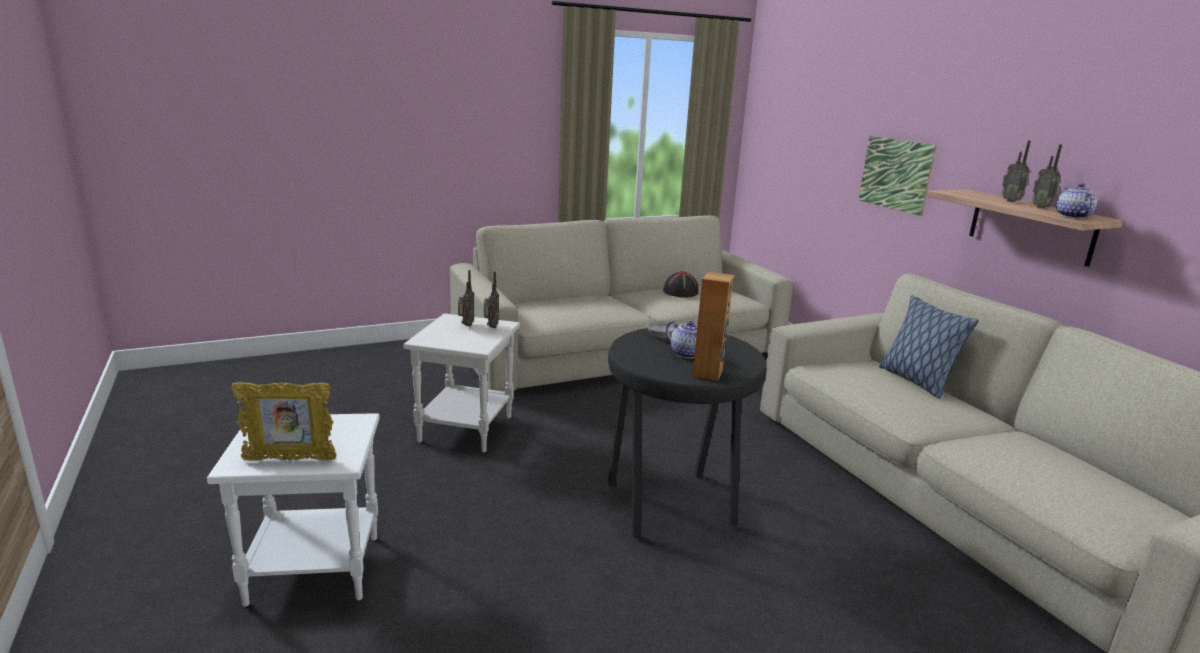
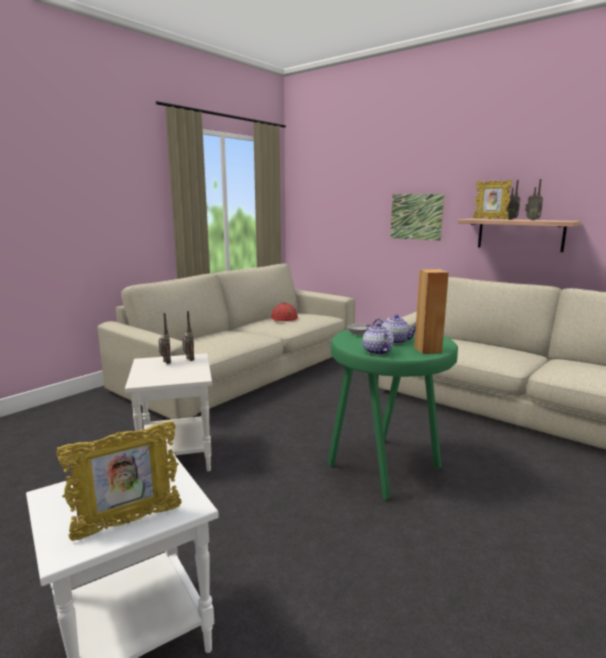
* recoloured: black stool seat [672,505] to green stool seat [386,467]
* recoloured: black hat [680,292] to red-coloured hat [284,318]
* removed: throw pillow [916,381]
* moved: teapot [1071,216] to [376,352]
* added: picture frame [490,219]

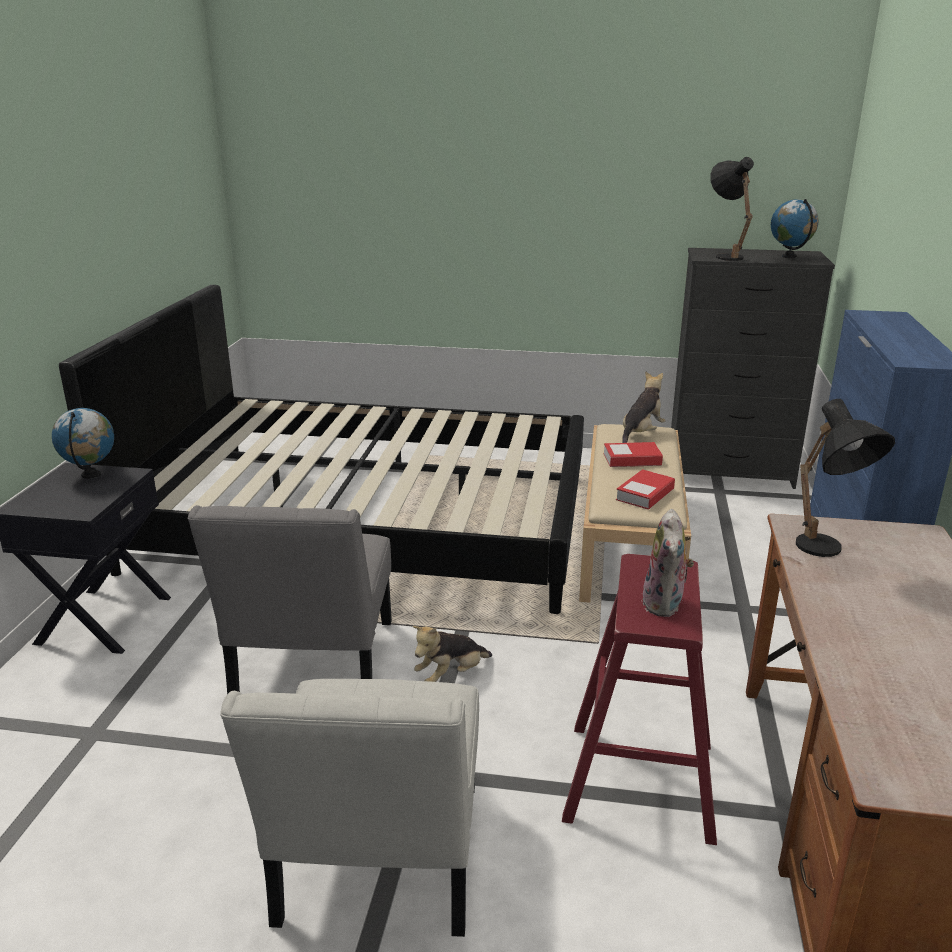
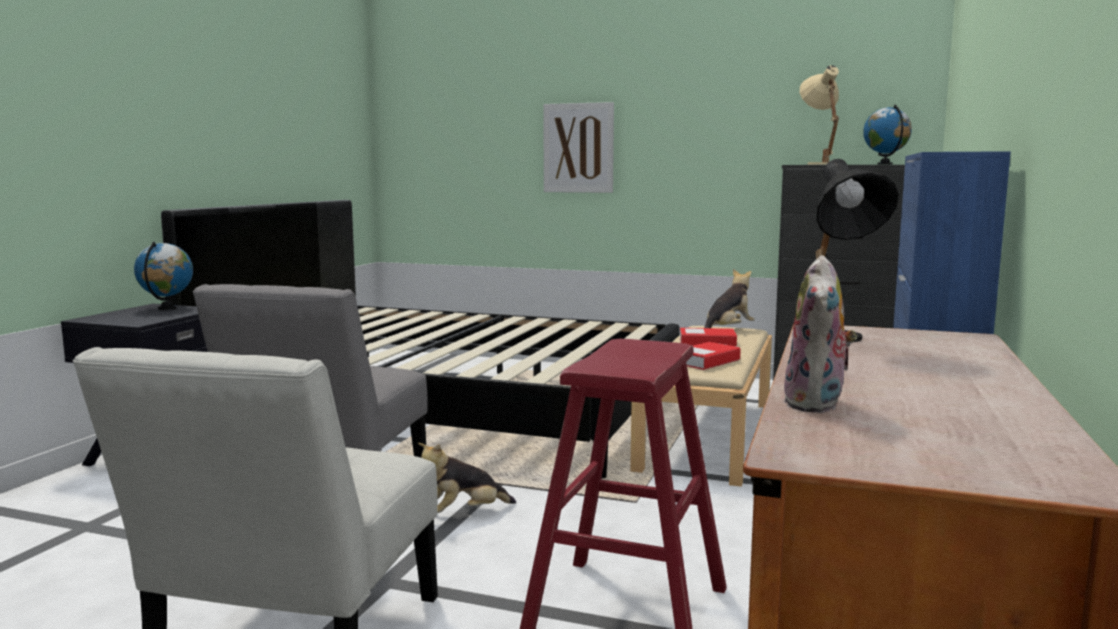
* moved: soft toy [665,605] to [817,404]
* recoloured: black tabletop lamp [726,256] to beige-coloured tabletop lamp [819,164]
* added: wall picture [578,148]

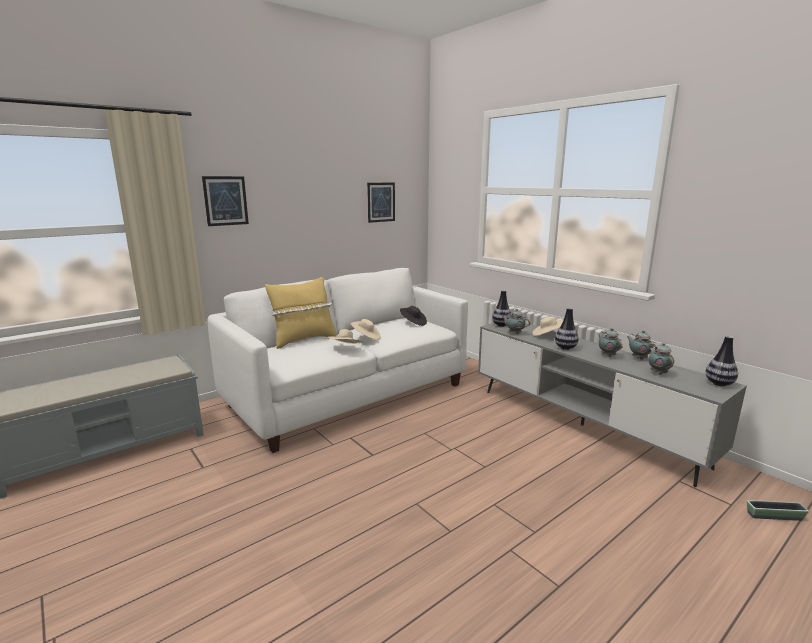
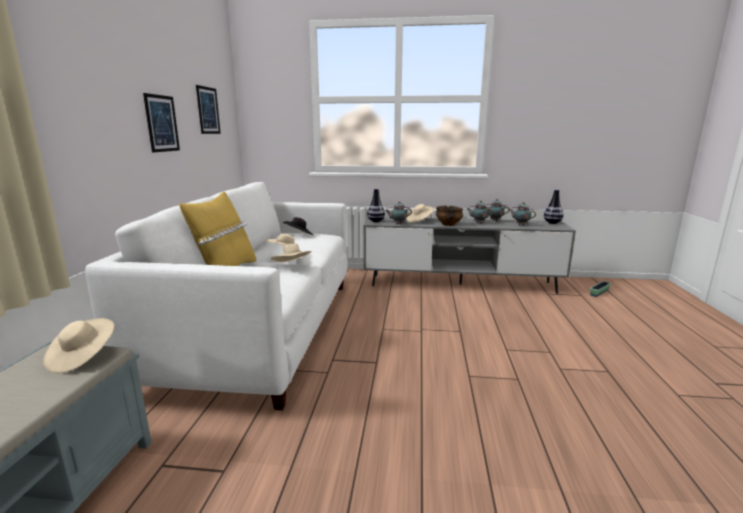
* moved: wall picture [225,201] to [162,123]
* replaced: flower vase [565,348] to bowl [448,224]
* added: beige-coloured hat [82,357]

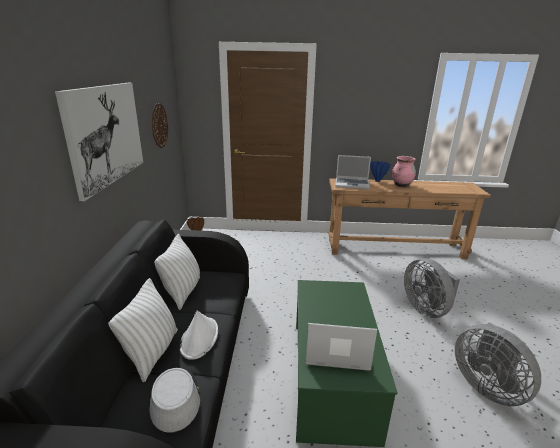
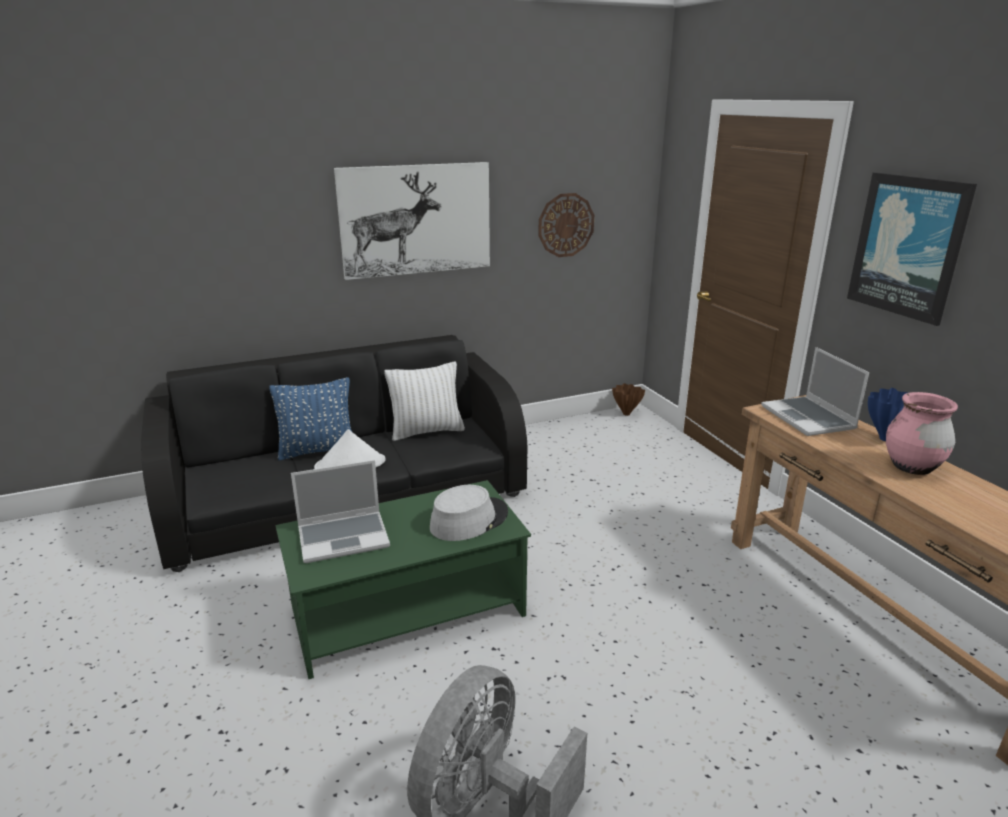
* recoloured: white throw pillow [152,353] to blue-coloured throw pillow [318,451]
* moved: gray hat [175,399] to [469,520]
* turned: laptop [336,352] = [344,537] 90 degrees clockwise
* removed: gray cooling fan [426,309]
* added: wall picture [908,246]

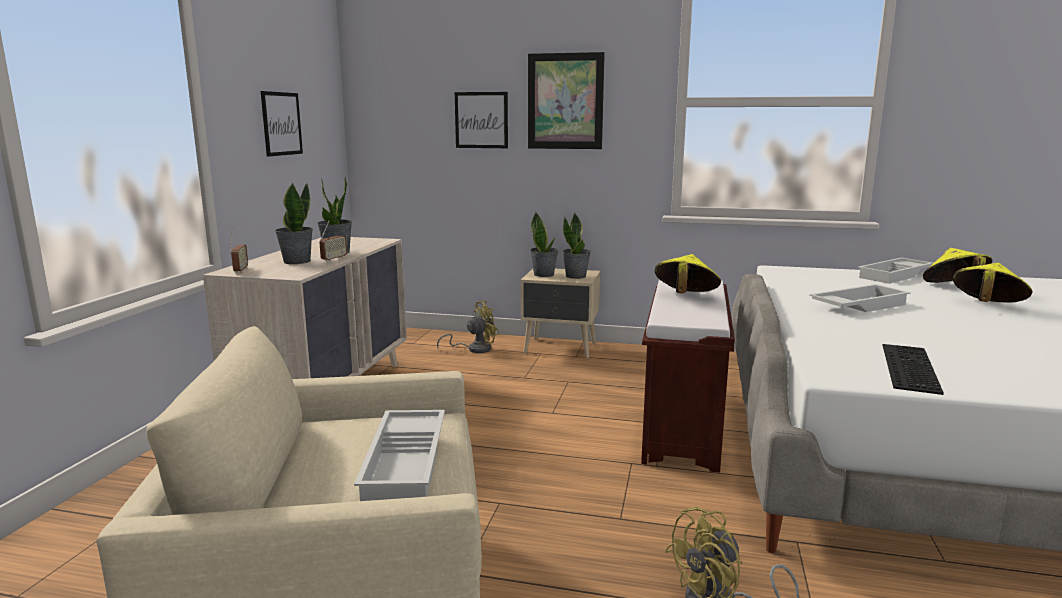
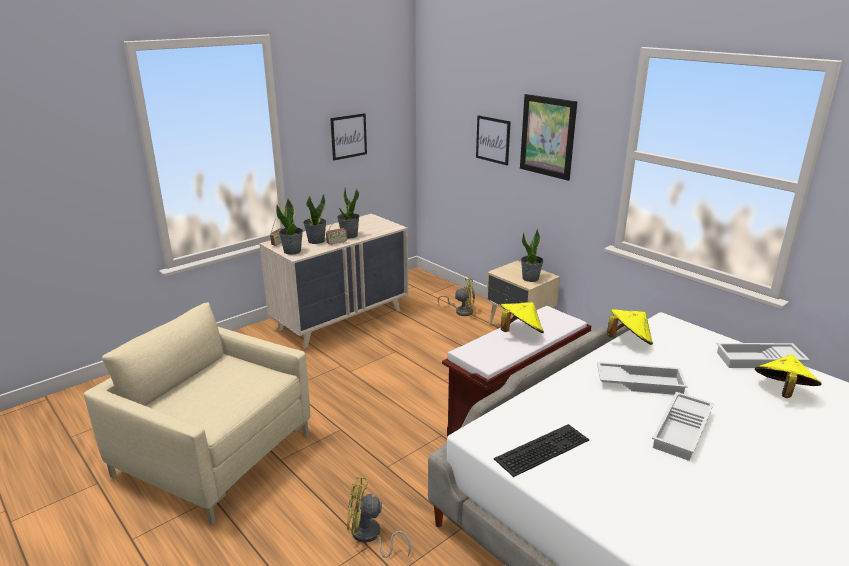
* moved: white carrying tray [407,463] to [683,431]
* moved: potted plant [544,274] to [292,251]
* moved: yellow-coloured hat [986,306] to [628,341]

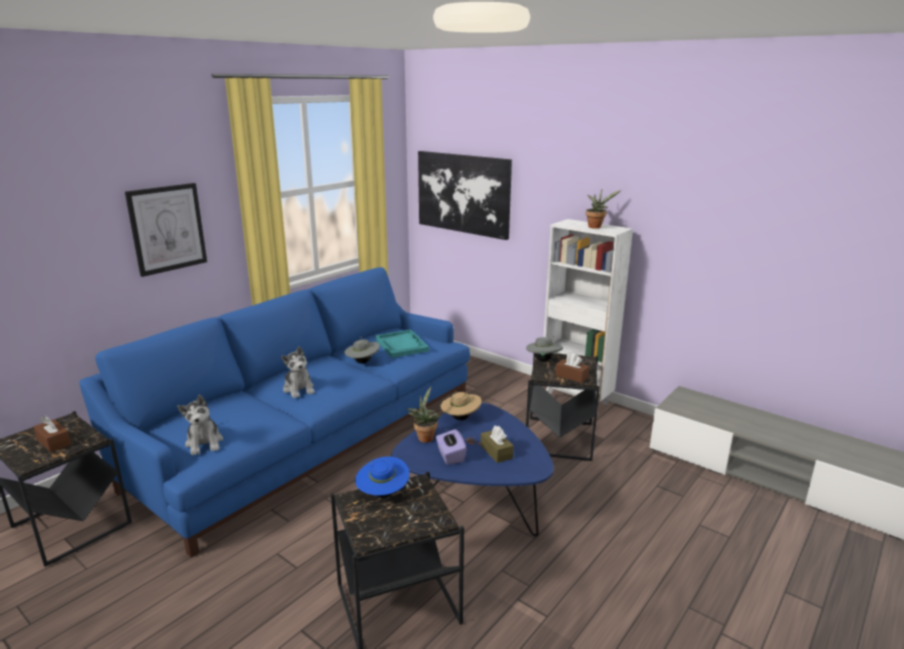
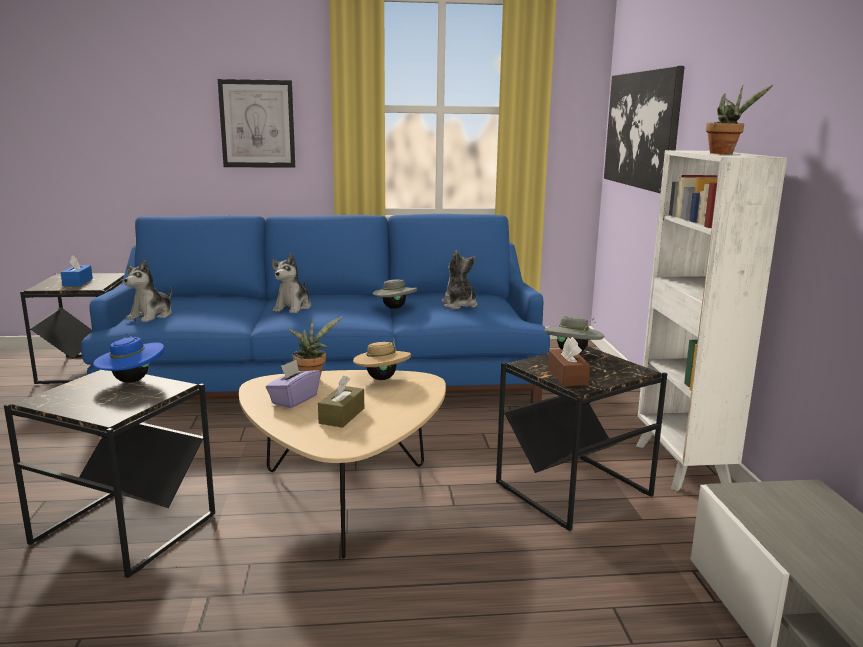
* recoloured: brown box of tissues [54,442] to blue-coloured box of tissues [77,282]
* replaced: turquoise-coloured carrying tray [401,345] to soft toy [459,305]
* recoloured: blue-coloured coffee table [474,505] to beige-coloured coffee table [345,497]

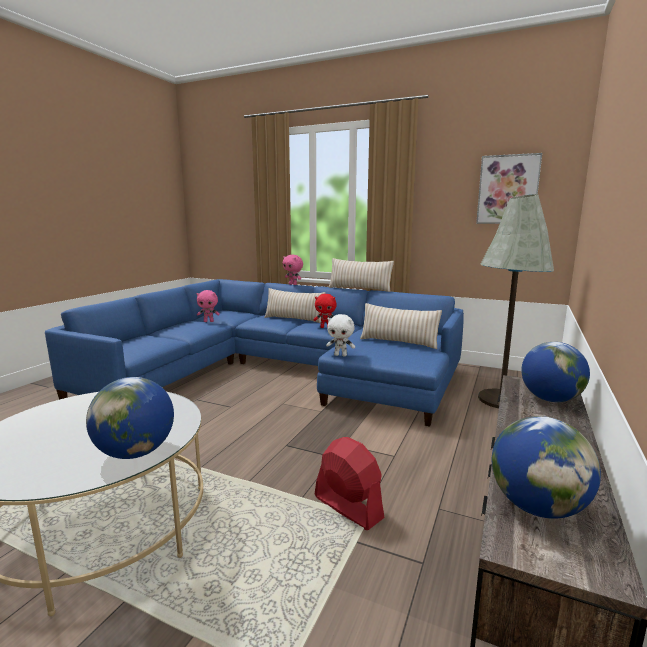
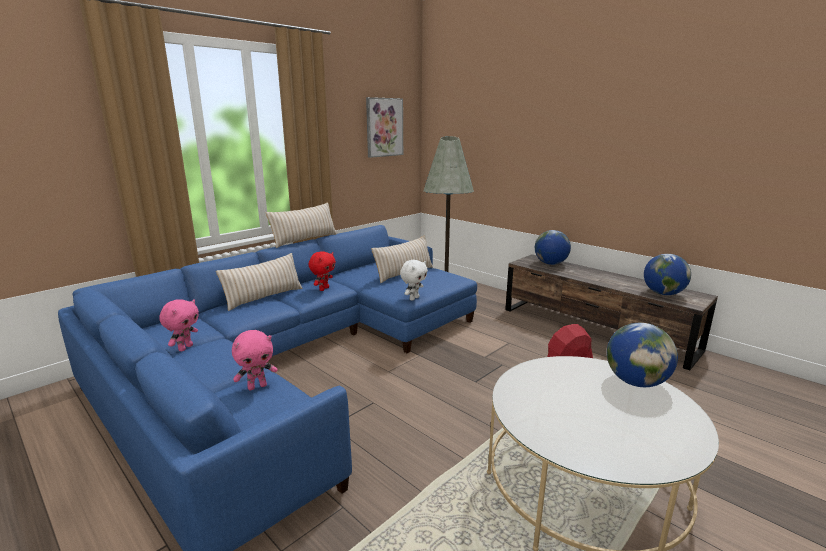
* moved: pink soft toy [293,284] to [257,386]

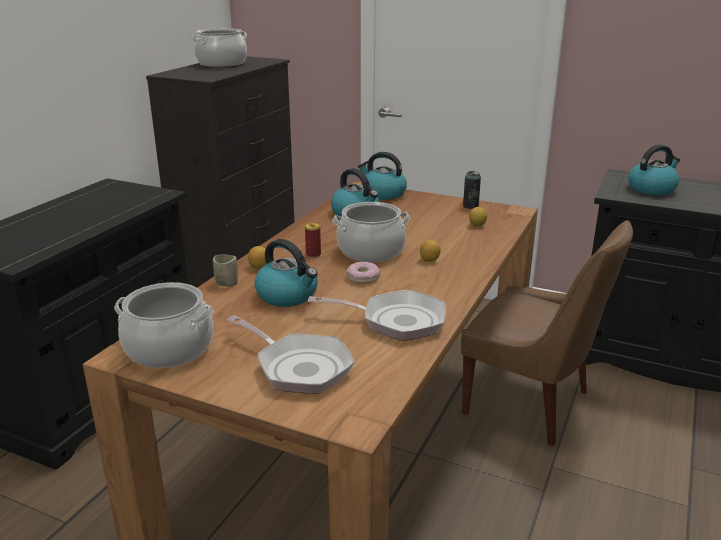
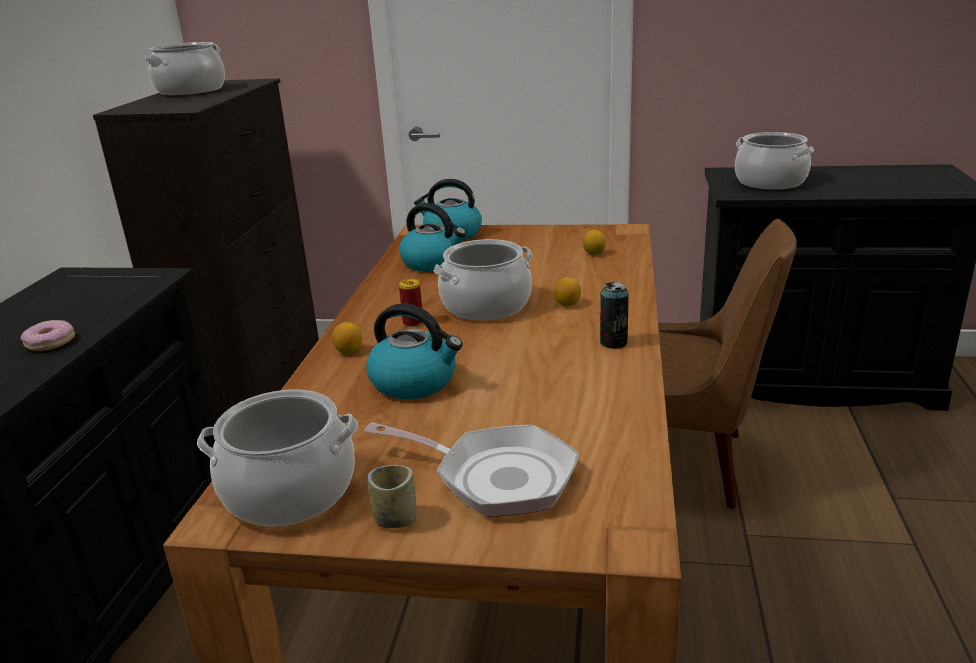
* moved: cup [226,283] to [395,519]
* removed: skillet [396,321]
* moved: ring doughnut [363,277] to [50,342]
* moved: metal can [470,206] to [613,343]
* replaced: water kettle [652,189] to stockpot [769,182]

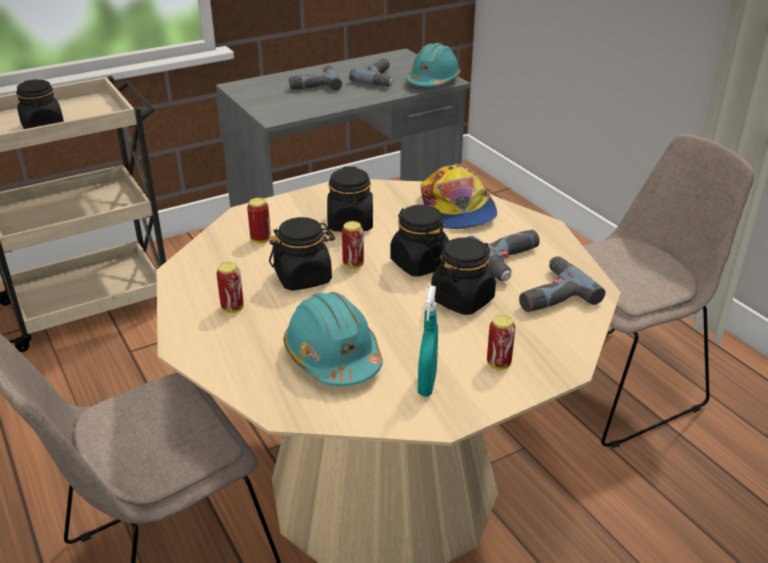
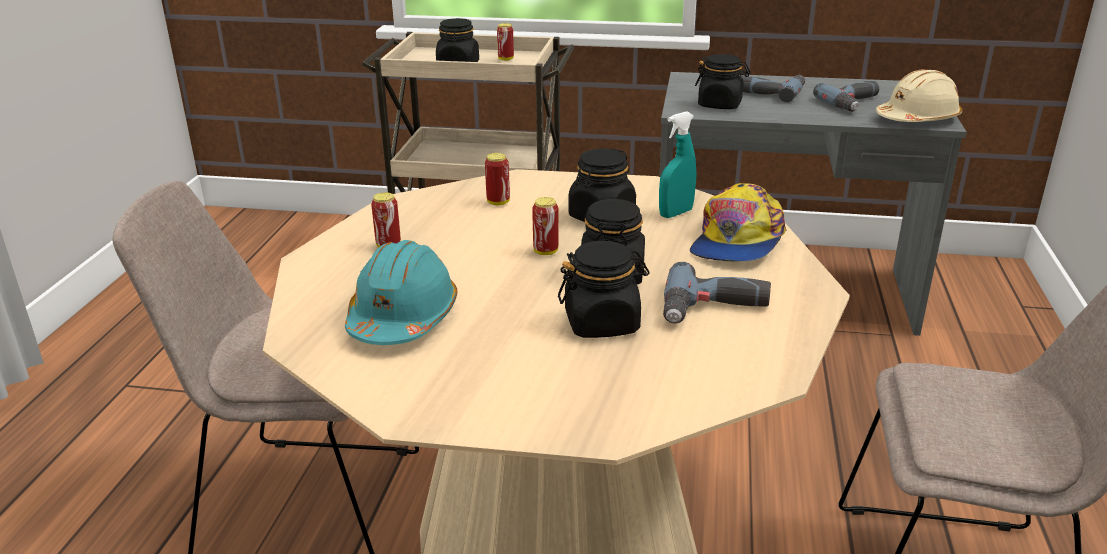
* moved: black preserve jar [303,277] to [720,105]
* recoloured: turquoise-coloured work helmet [433,81] to beige-coloured work helmet [917,119]
* moved: turquoise-coloured sprayer [427,384] to [676,213]
* moved: metal can [498,364] to [505,59]
* removed: power drill [548,293]

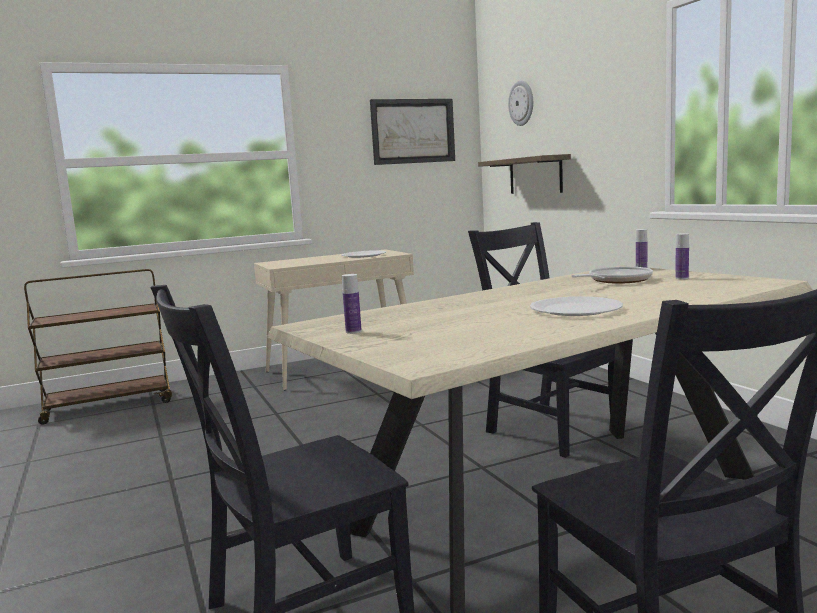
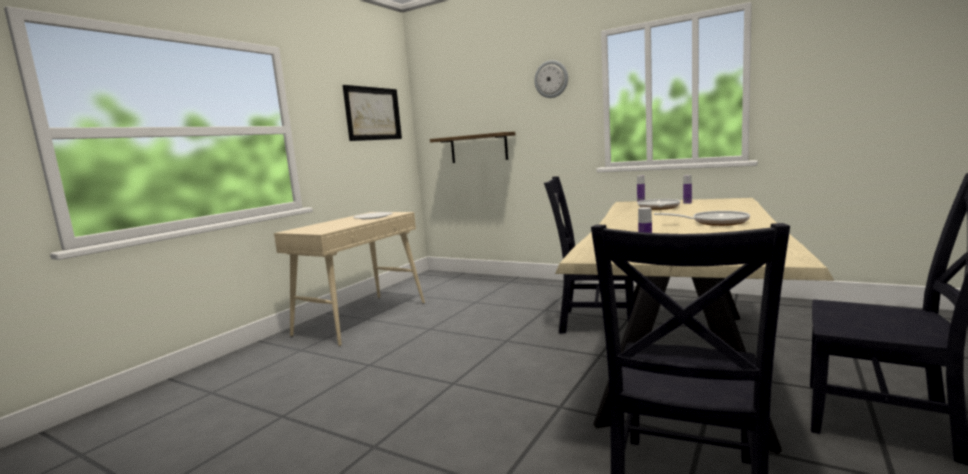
* removed: brown wheeled cart [109,405]
* moved: hanging clock [522,103] to [551,79]
* replaced: white plate [575,309] to skillet [714,222]

